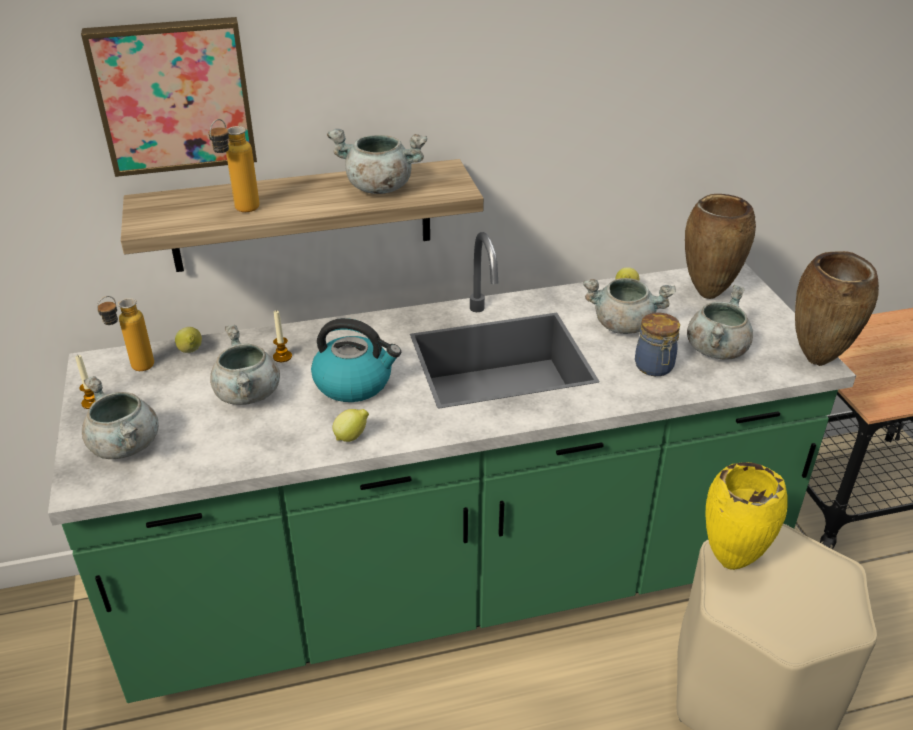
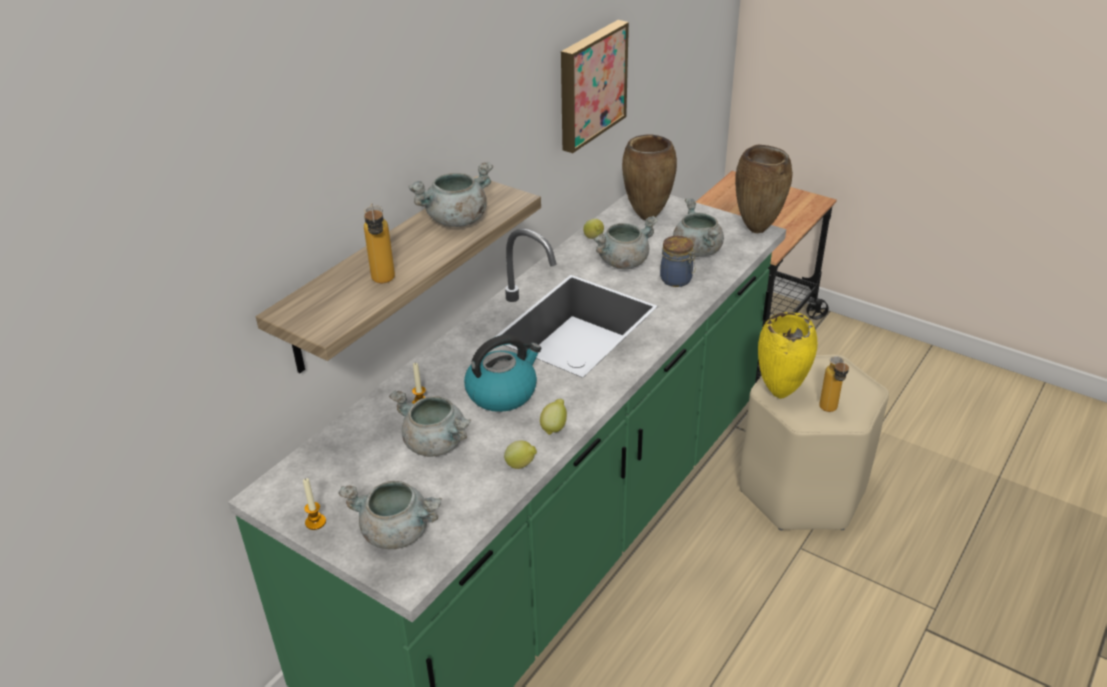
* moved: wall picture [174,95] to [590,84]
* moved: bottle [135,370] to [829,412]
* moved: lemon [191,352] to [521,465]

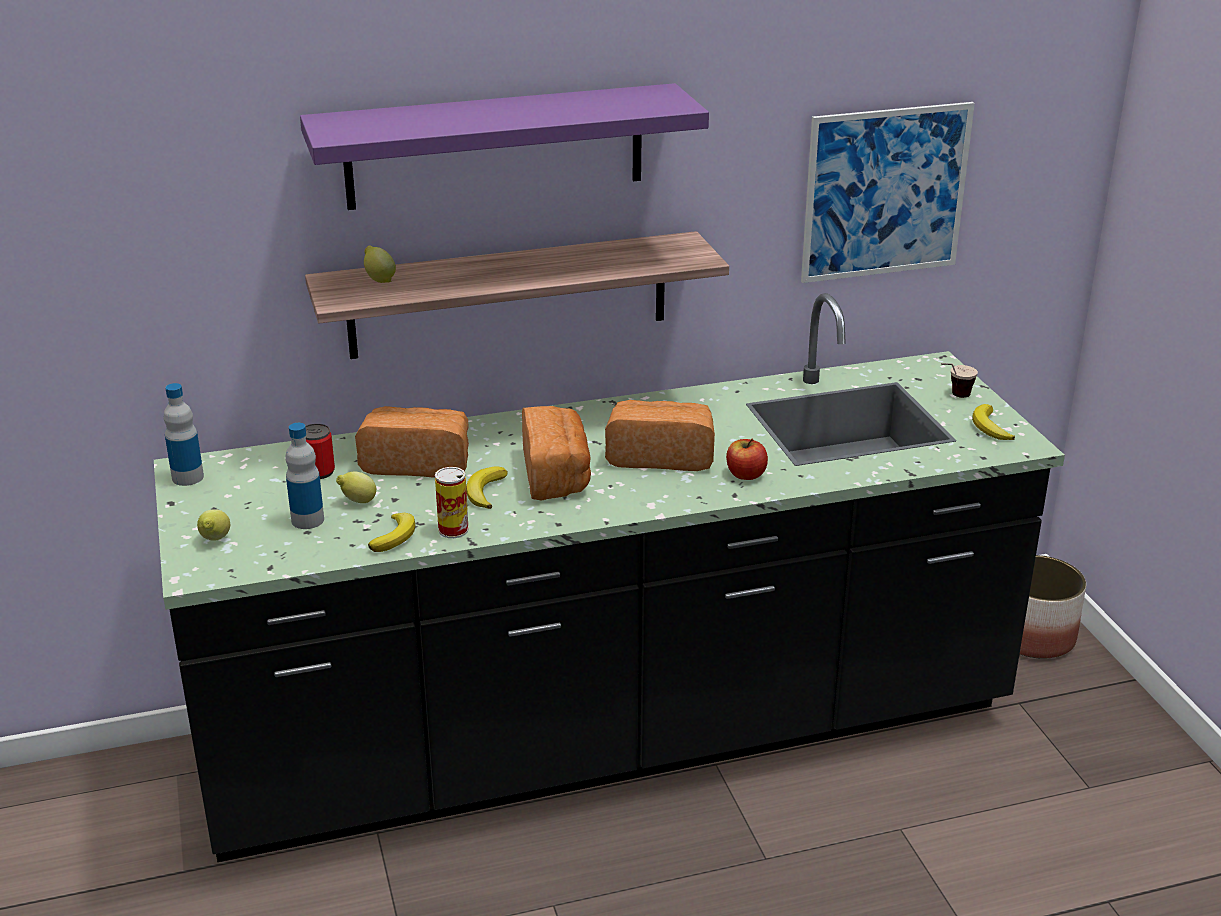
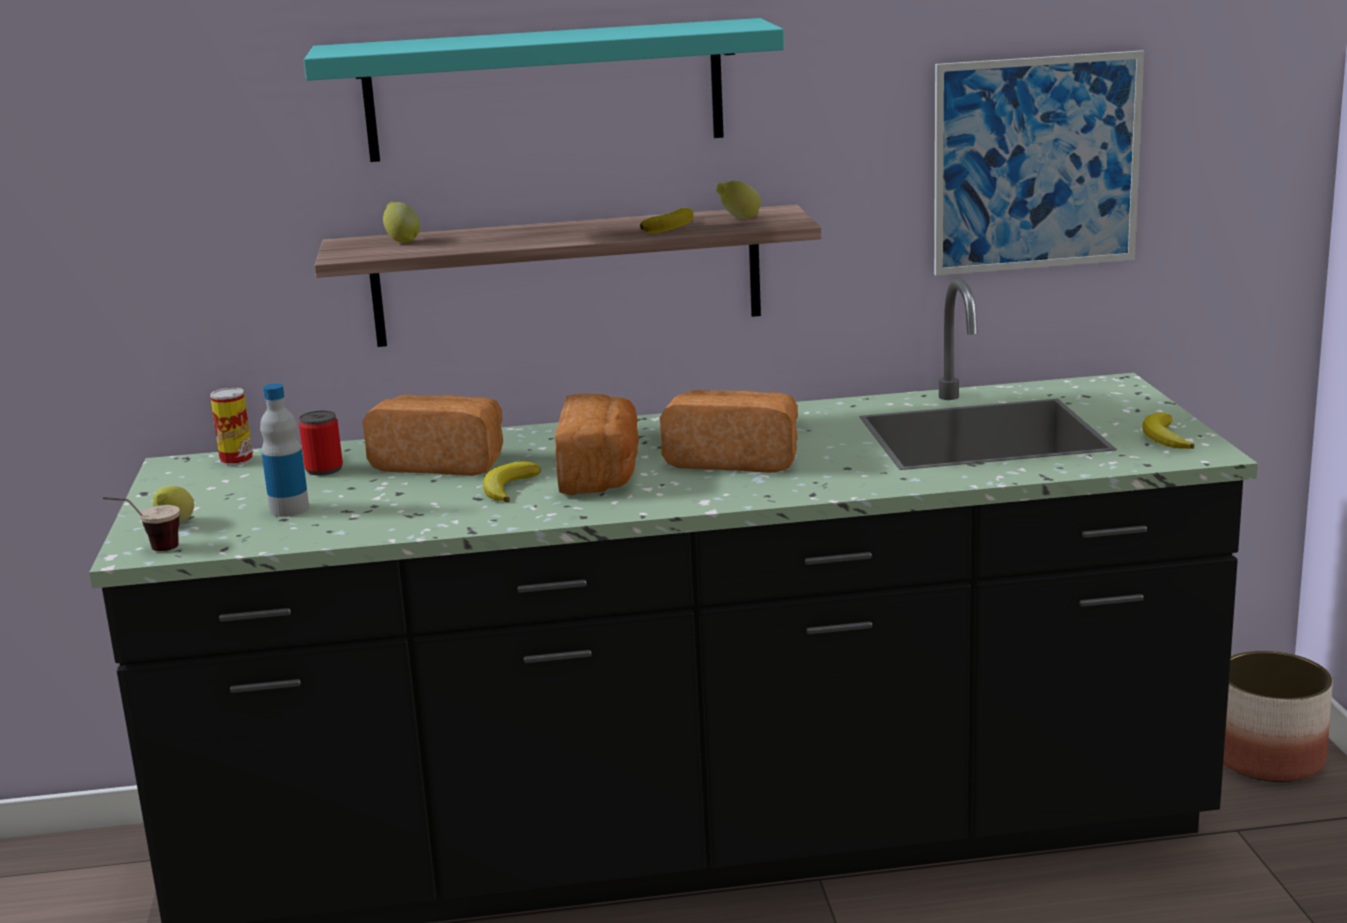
* removed: bottle [188,477]
* recoloured: purplish wall shelf [495,146] to turquoise-coloured wall shelf [544,90]
* moved: lemon [358,502] to [739,218]
* moved: banana fruit [395,536] to [671,226]
* moved: metal can [453,530] to [236,460]
* removed: apple fruit [745,475]
* moved: cup [953,397] to [149,550]

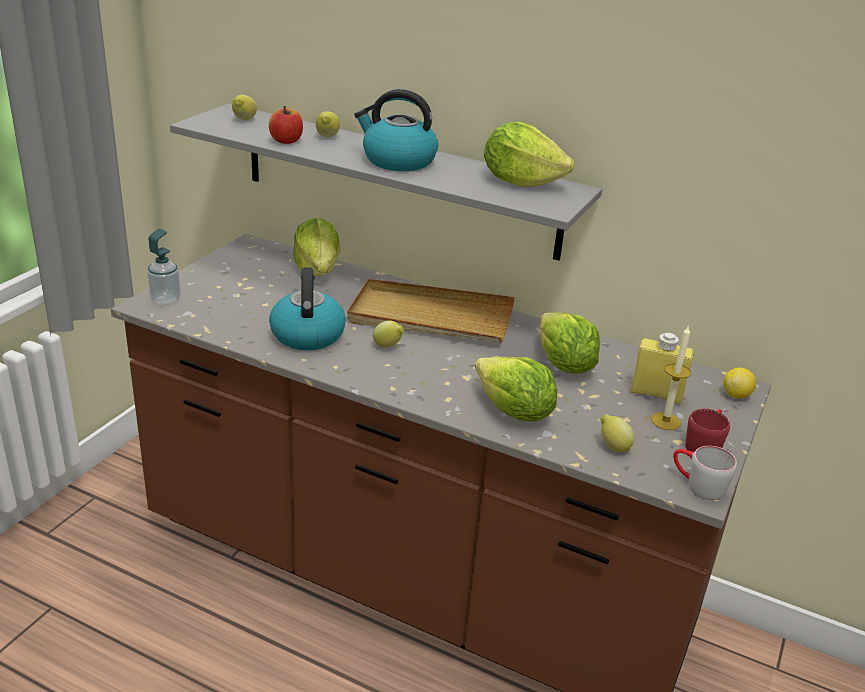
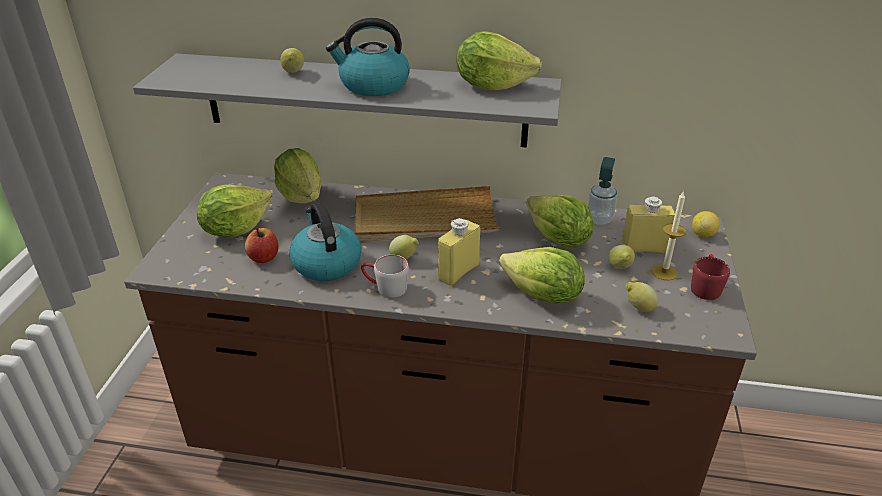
* moved: soap dispenser [166,300] to [599,219]
* moved: lemon [244,120] to [620,268]
* moved: apple fruit [286,141] to [264,257]
* moved: gray mug [697,485] to [385,287]
* added: lettuce head [235,229]
* added: yellow-coloured bottle [458,272]

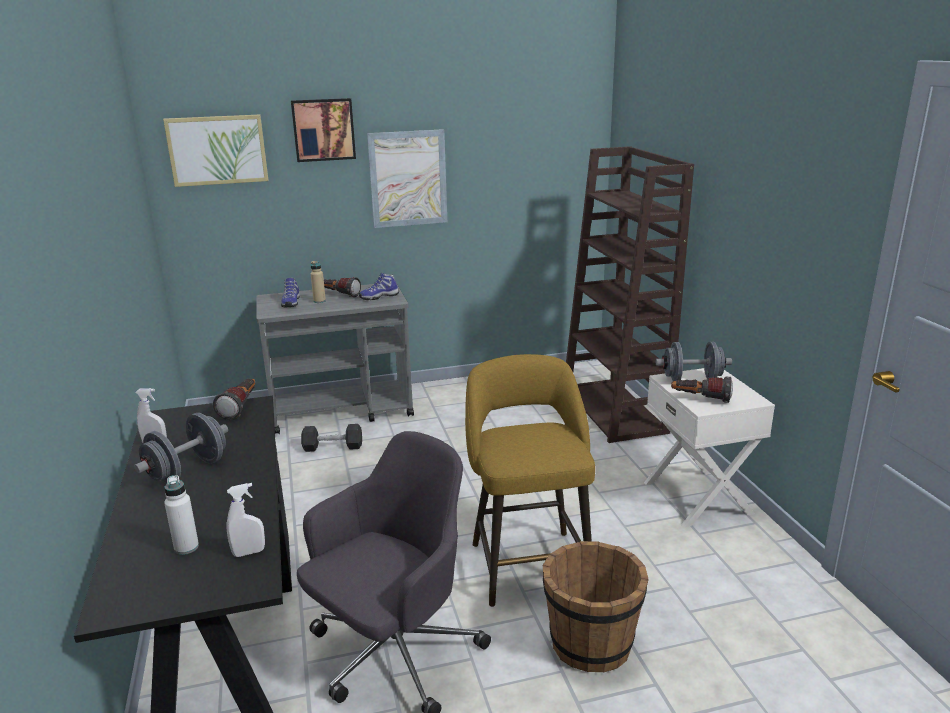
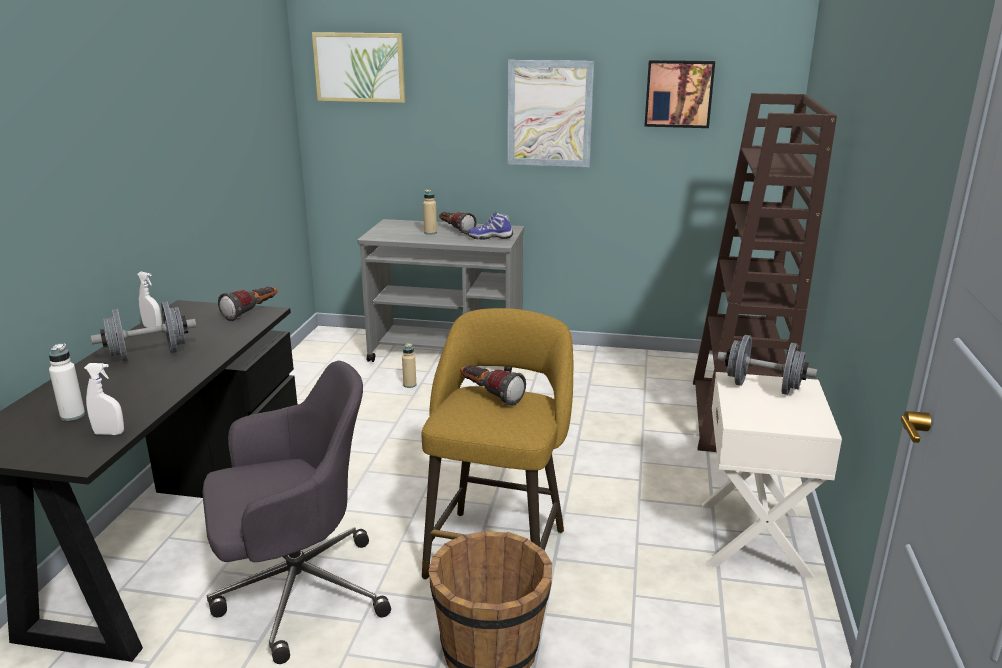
* removed: low shoe [290,303]
* moved: wall picture [323,129] to [678,93]
* replaced: black hand weight [333,447] to beige-coloured bottle [409,385]
* moved: torch [700,399] to [489,395]

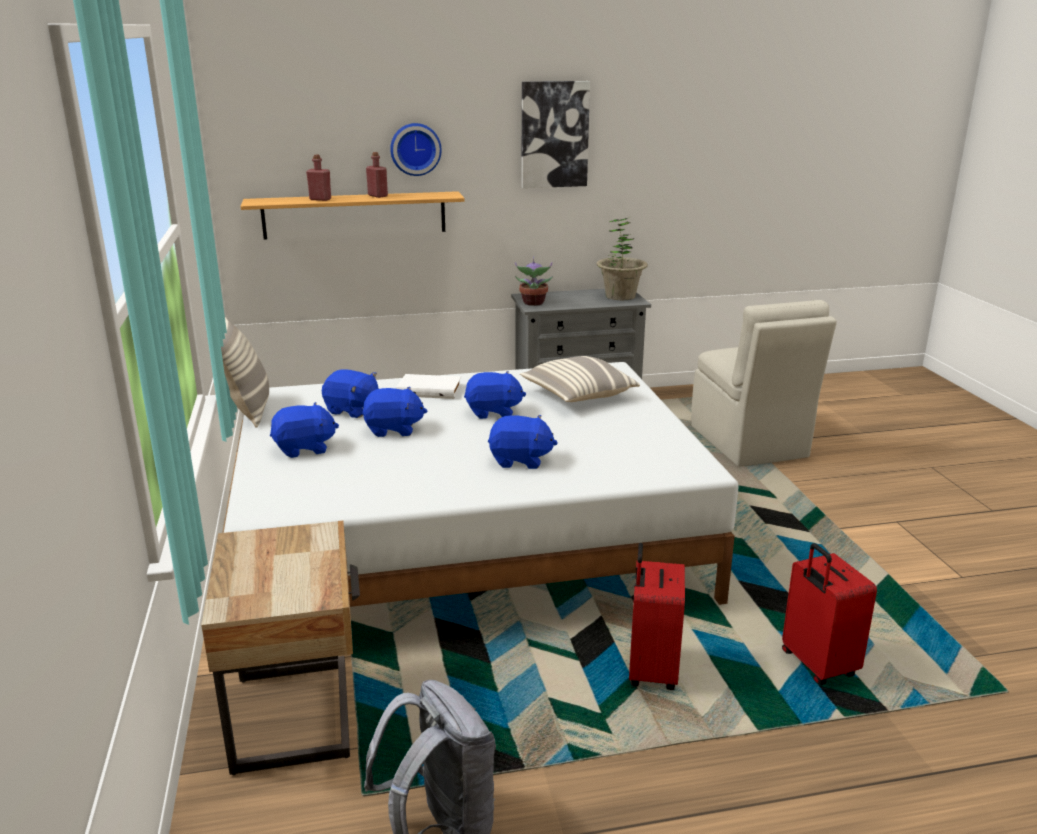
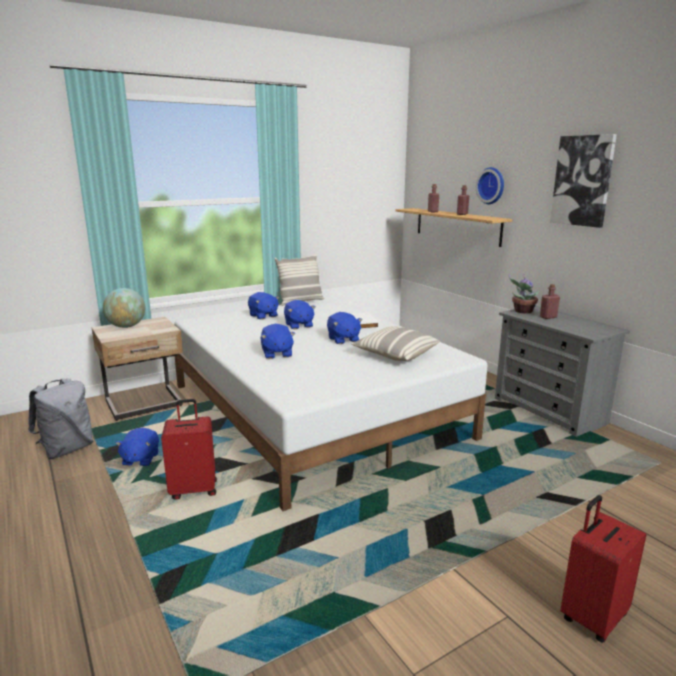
* moved: blue-coloured soft toy [352,410] to [140,459]
* removed: potted plant [620,296]
* removed: beige-coloured plain chair [749,443]
* moved: red-coloured travel case [816,665] to [592,616]
* added: globe [126,326]
* added: red-coloured bottle [548,317]

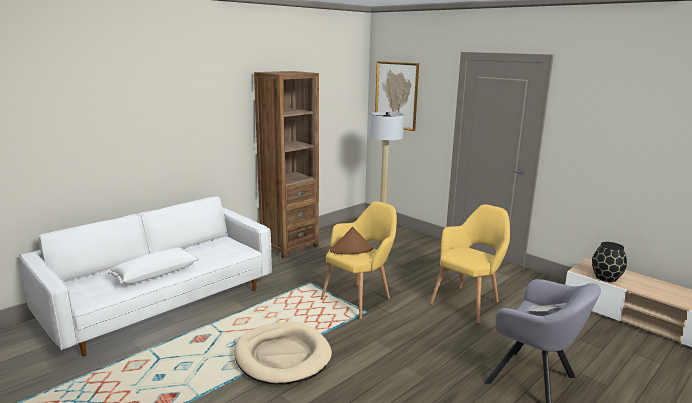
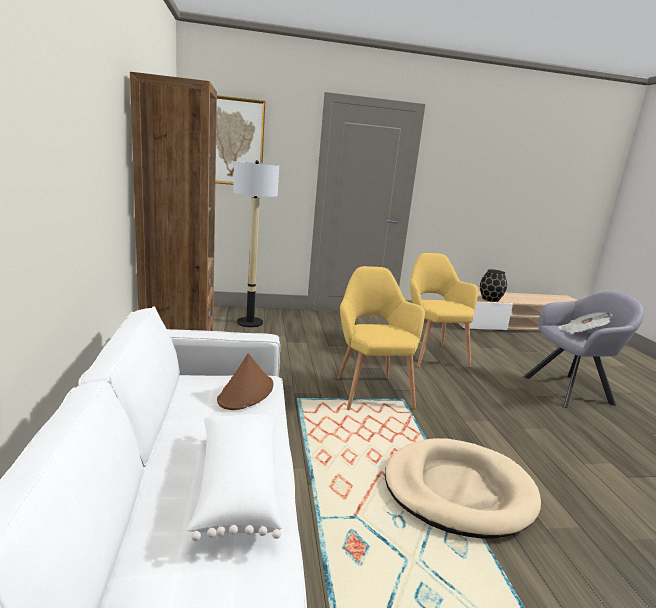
* moved: brown hat [351,250] to [246,393]

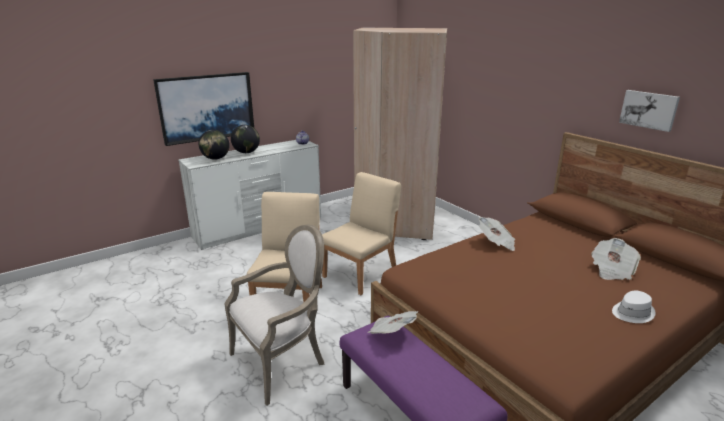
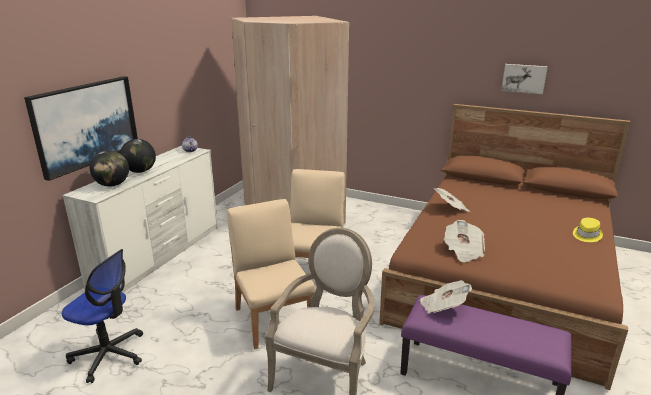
* moved: newspaper [611,270] to [463,251]
* recoloured: white hat [631,312] to yellow-coloured hat [586,235]
* added: desk chair [109,355]

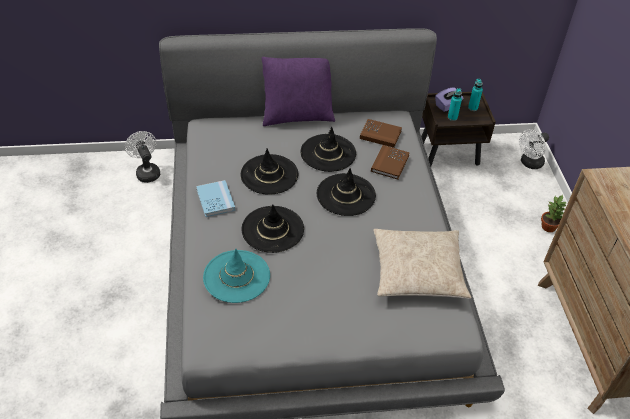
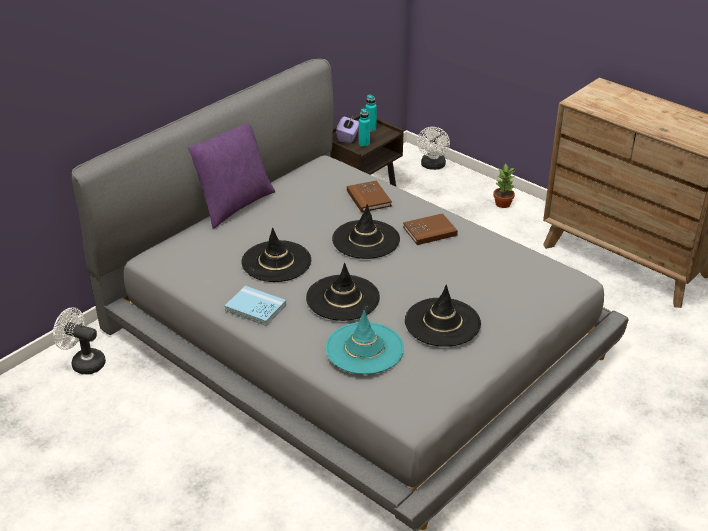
* moved: black hat [328,153] to [442,322]
* moved: brown book [380,134] to [430,231]
* removed: beige-coloured throw pillow [418,271]

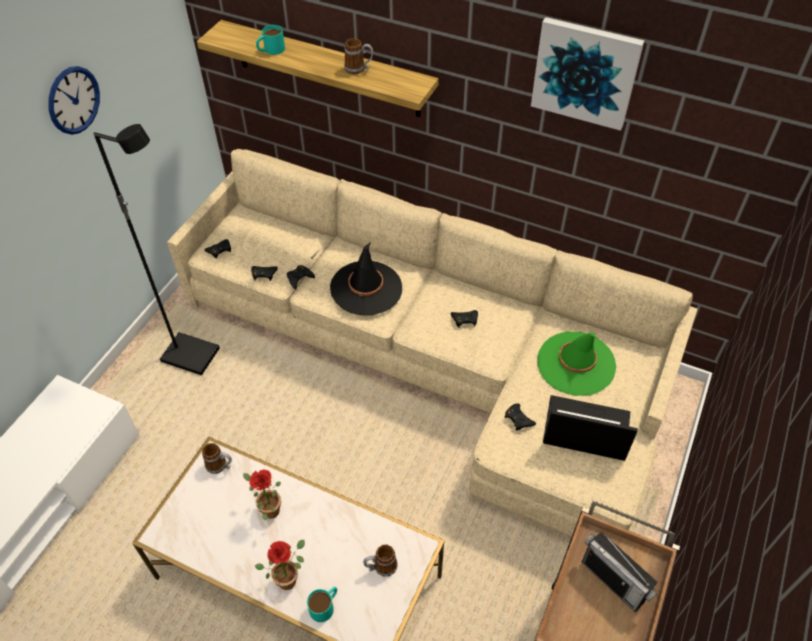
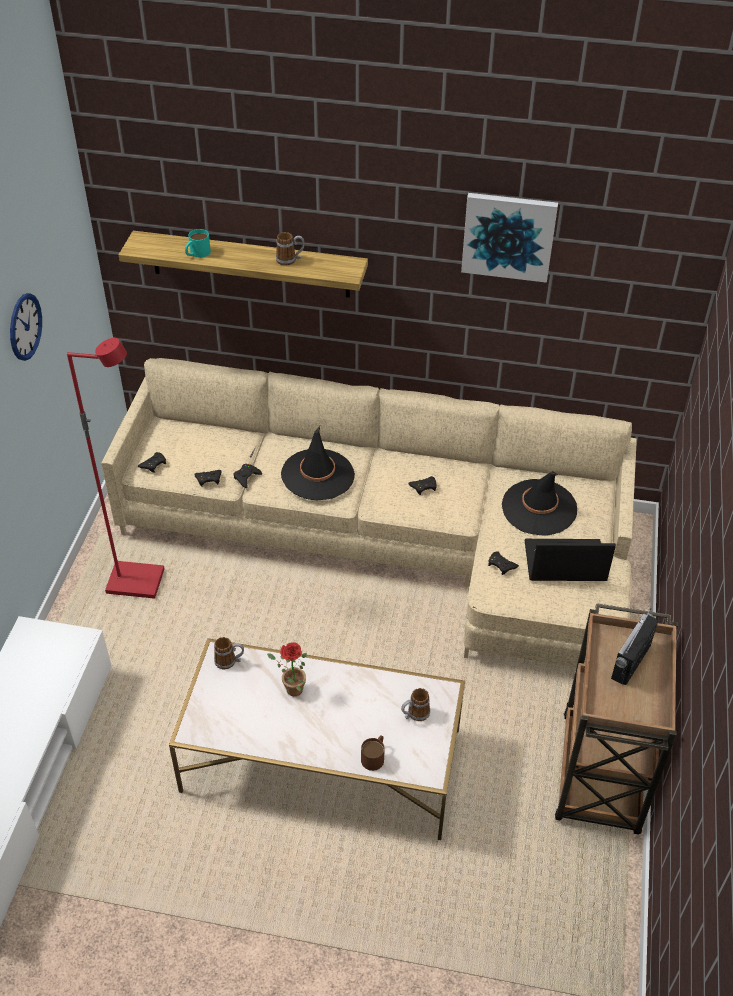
* recoloured: black standard lamp [192,355] to red-coloured standard lamp [137,581]
* removed: potted plant [289,577]
* recoloured: turquoise-coloured mug [325,606] to brown mug [374,756]
* recoloured: green hat [576,364] to black hat [539,508]
* turned: radio receiver [613,581] = [630,662] 90 degrees clockwise

